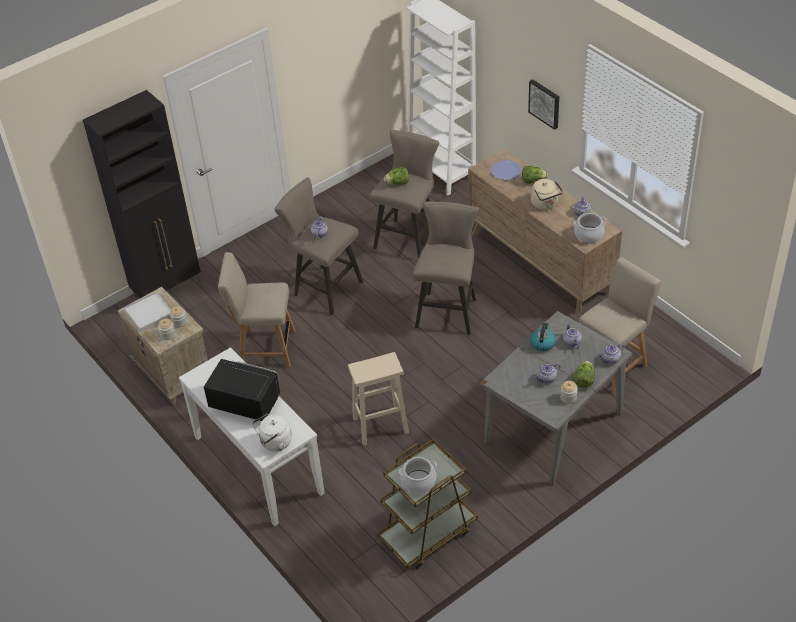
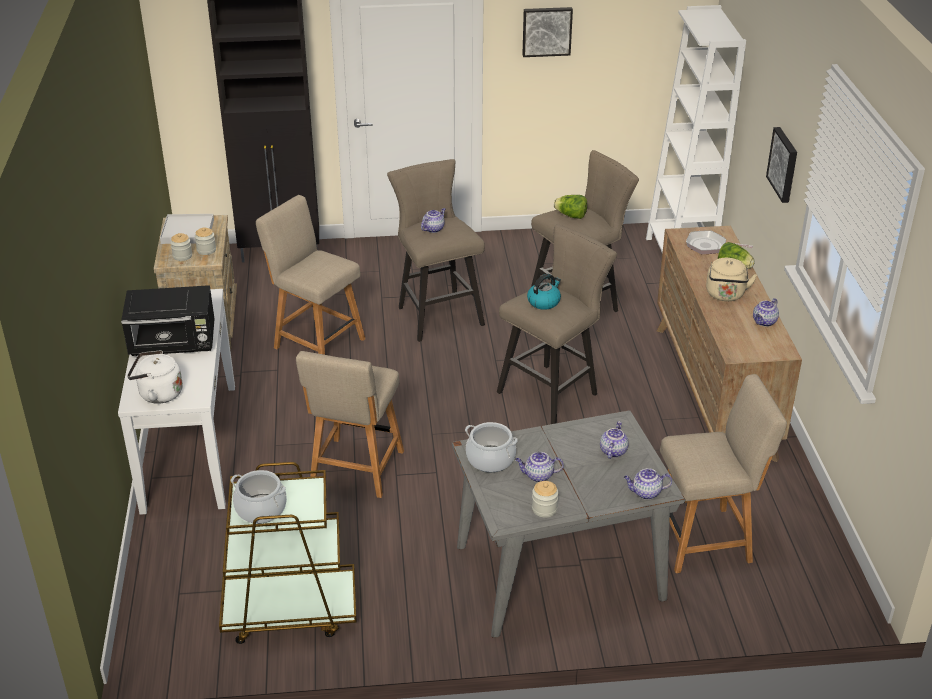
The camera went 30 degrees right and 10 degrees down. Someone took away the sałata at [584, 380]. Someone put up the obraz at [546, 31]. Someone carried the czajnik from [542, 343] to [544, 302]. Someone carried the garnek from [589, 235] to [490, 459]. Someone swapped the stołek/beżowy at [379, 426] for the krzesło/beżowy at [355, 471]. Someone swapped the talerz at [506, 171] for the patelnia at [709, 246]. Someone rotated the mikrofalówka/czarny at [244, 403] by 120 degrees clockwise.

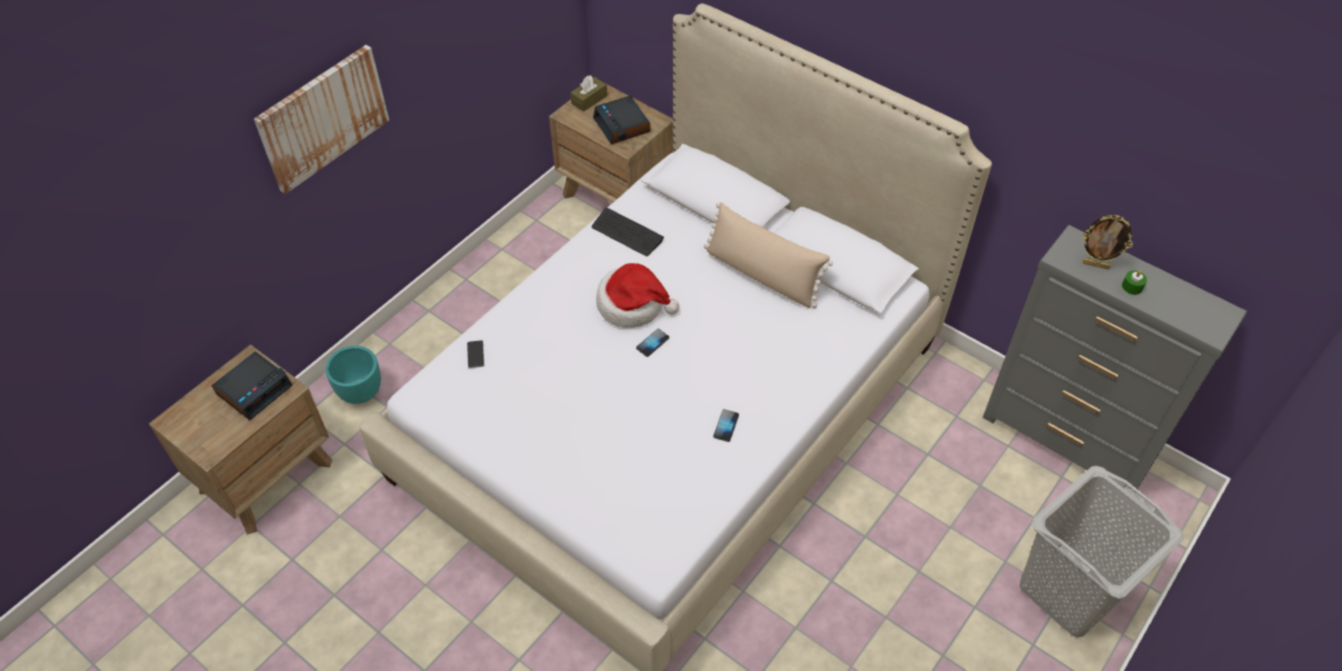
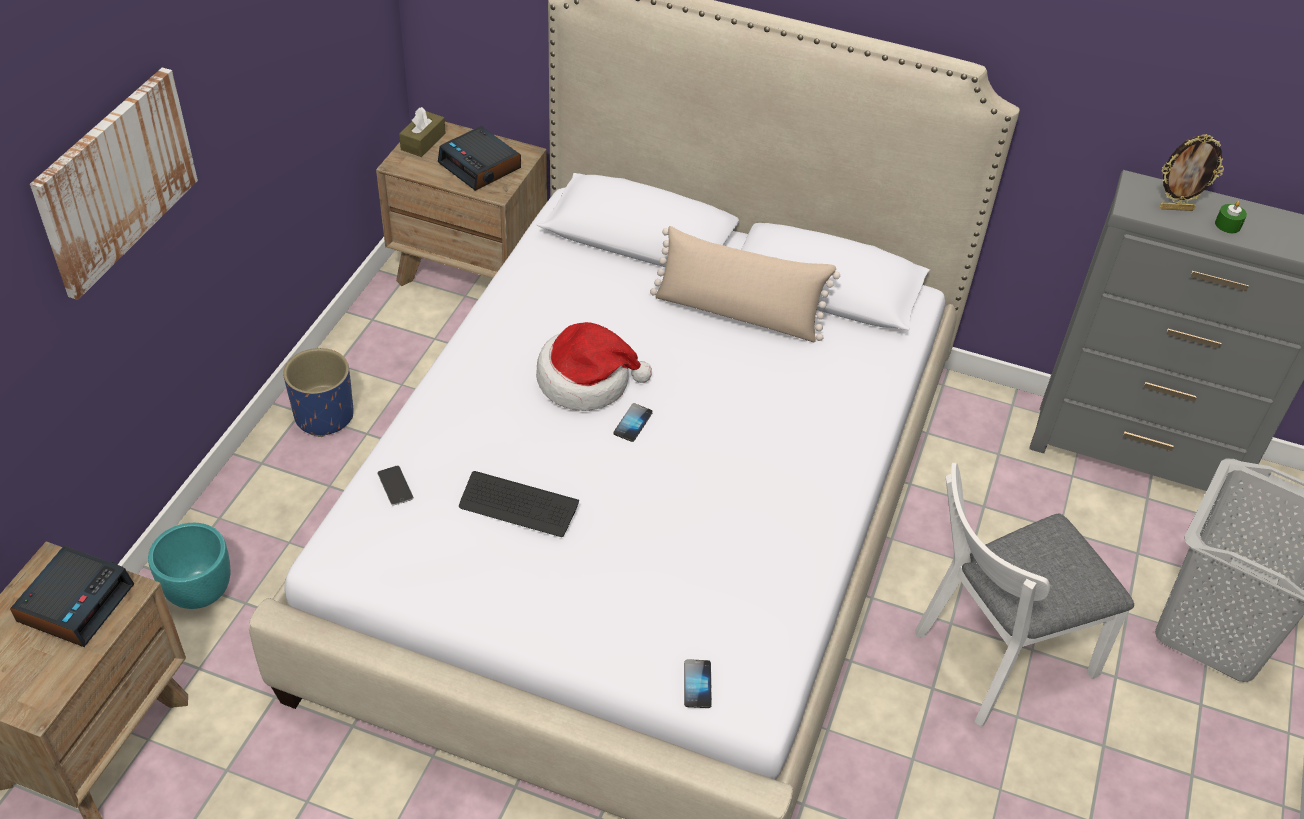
The camera went 20 degrees left and 5 degrees down. Someone put down the donica/niebieski at [324, 416]. Someone put down the krzesło/biały at [993, 659]. Someone carried the klawiatura from [627, 233] to [518, 506]. Someone carried the telefon from [726, 426] to [697, 684].

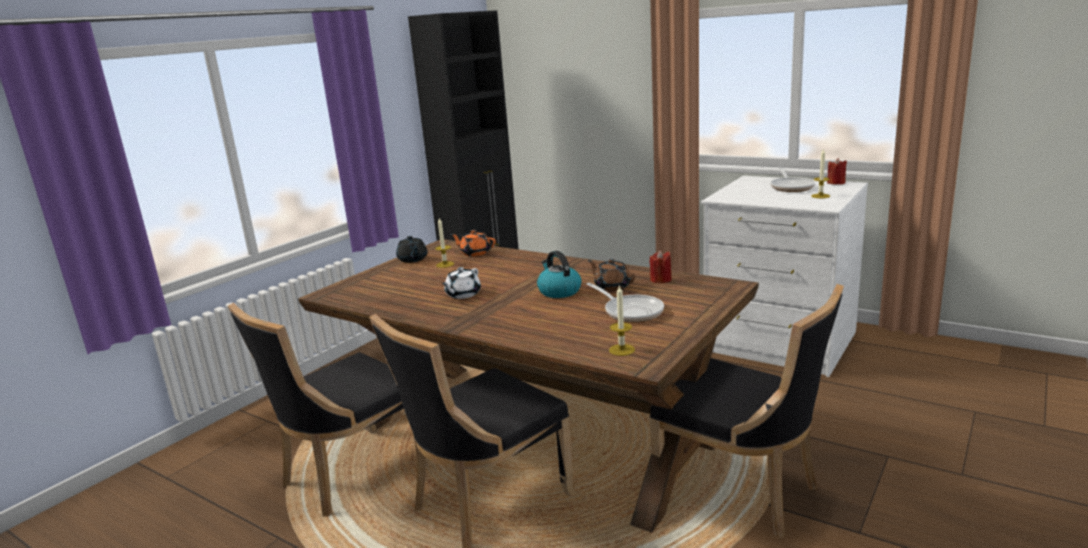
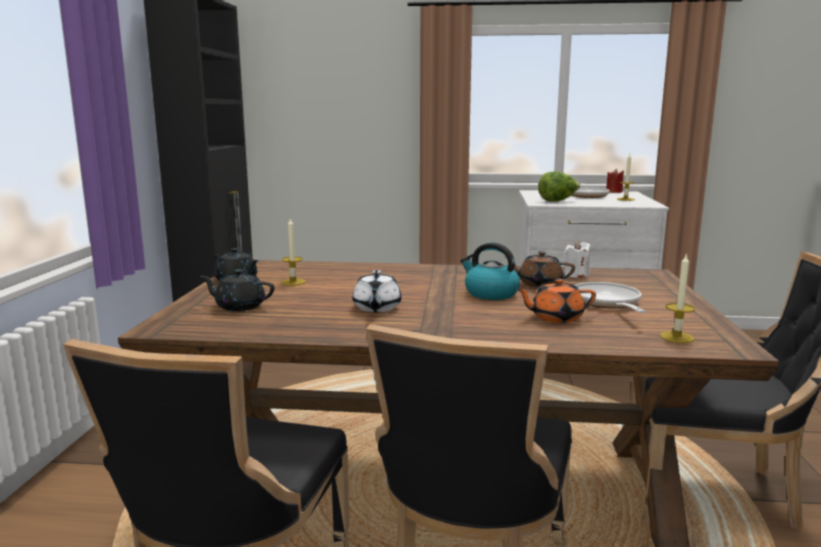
The camera went 30 degrees left and 5 degrees down. Someone put down the imbryk/czarny at [239, 306]. Someone put down the sałata at [558, 201]. Someone carried the imbryk/pomarańczowy from [475, 253] to [555, 318]. Someone repainted the świeca/czerwony at [660, 280], which became the świeca/biały at [576, 275]. Someone rotated the patelnia at [630, 311] by 120 degrees counterclockwise.

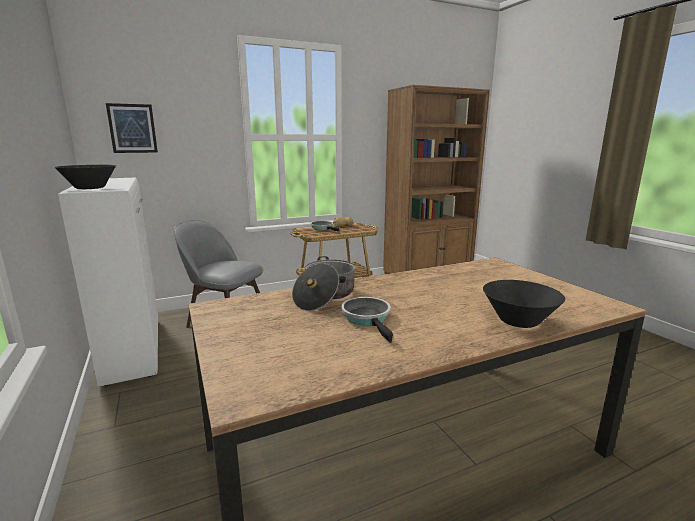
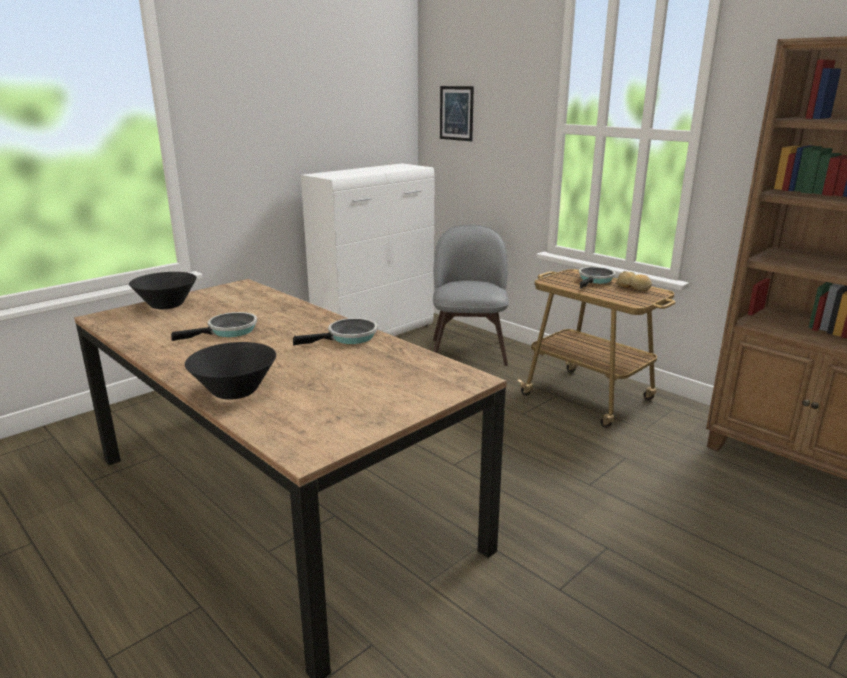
The camera went 70 degrees right and 5 degrees up. Someone took away the garnek at [325, 296]. Someone put down the patelnia at [348, 337]. Someone carried the miska/czarny from [90, 188] to [167, 305].

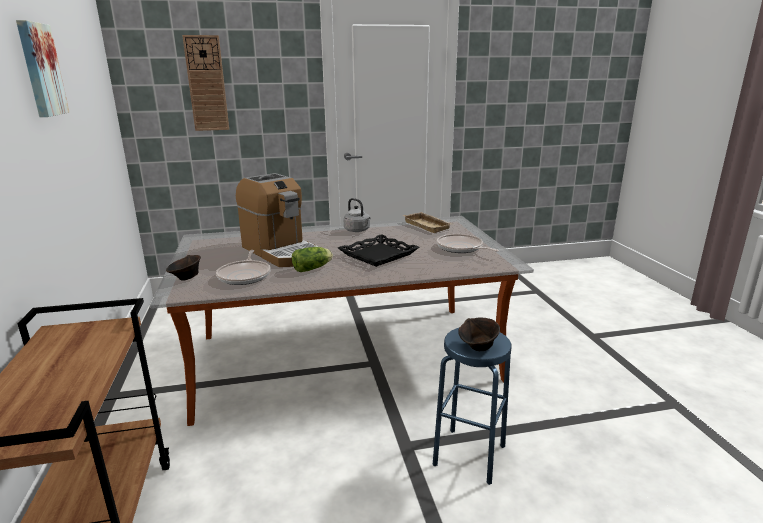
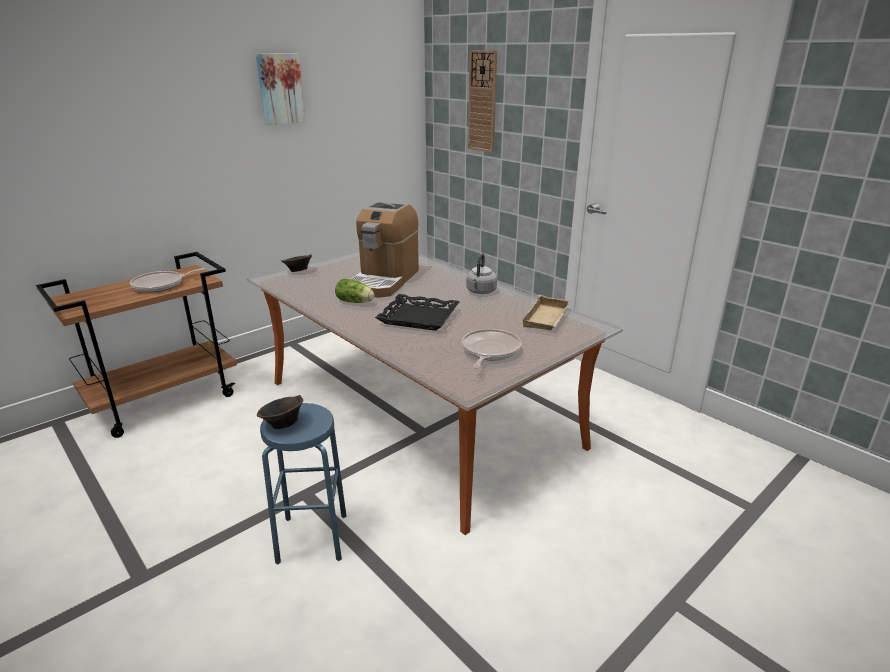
The camera went 60 degrees right and 5 degrees up. Someone carried the patelnia from [245, 275] to [161, 285].

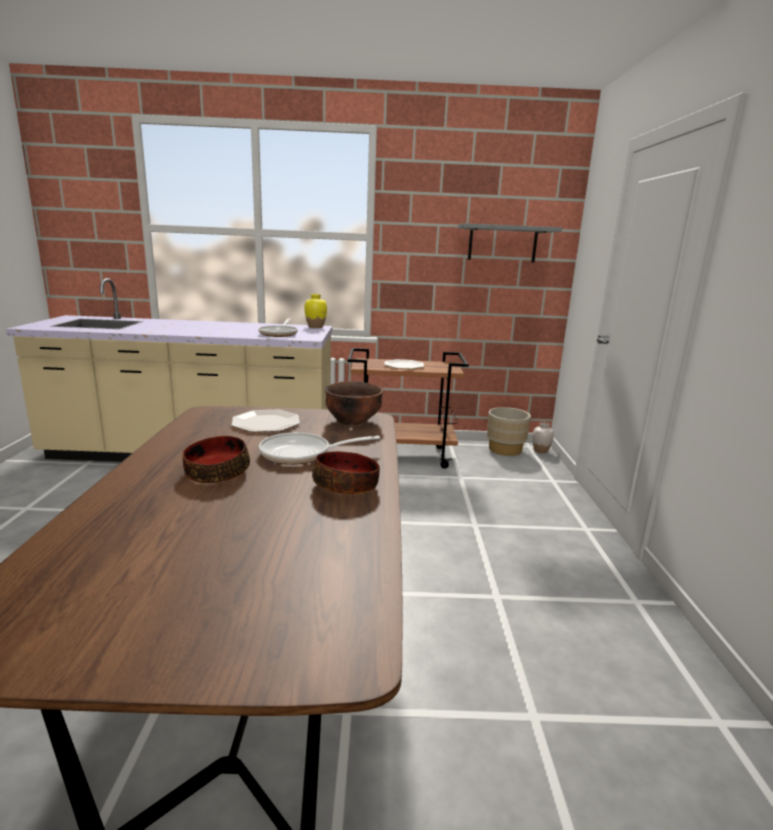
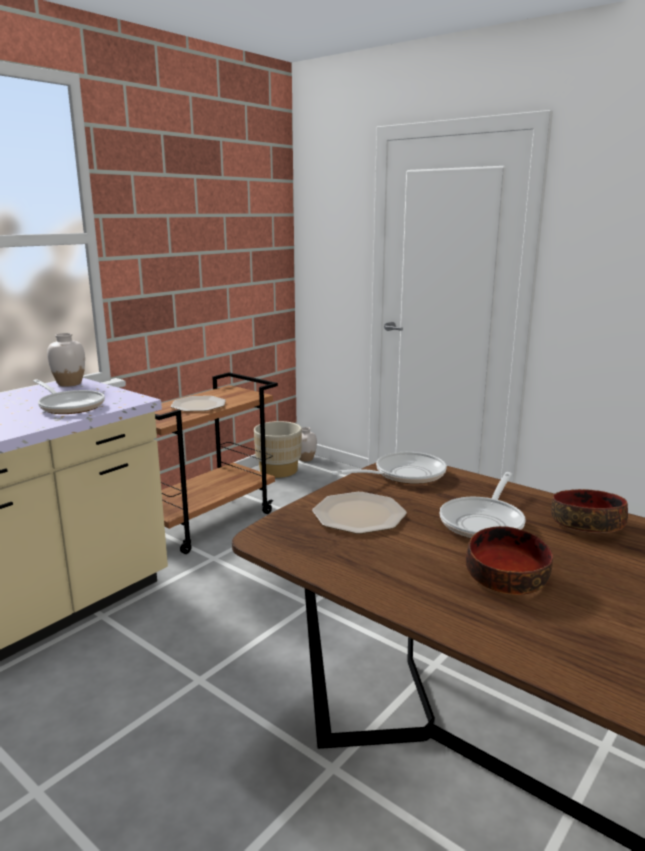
The camera went 50 degrees left and 0 degrees up. Someone took away the półka/szary at [502, 243]. Someone swapped the miska/brązowy at [352, 421] for the patelnia at [404, 475]. Someone repainted the wazon/żółty at [315, 327], which became the wazon/biały at [69, 383].

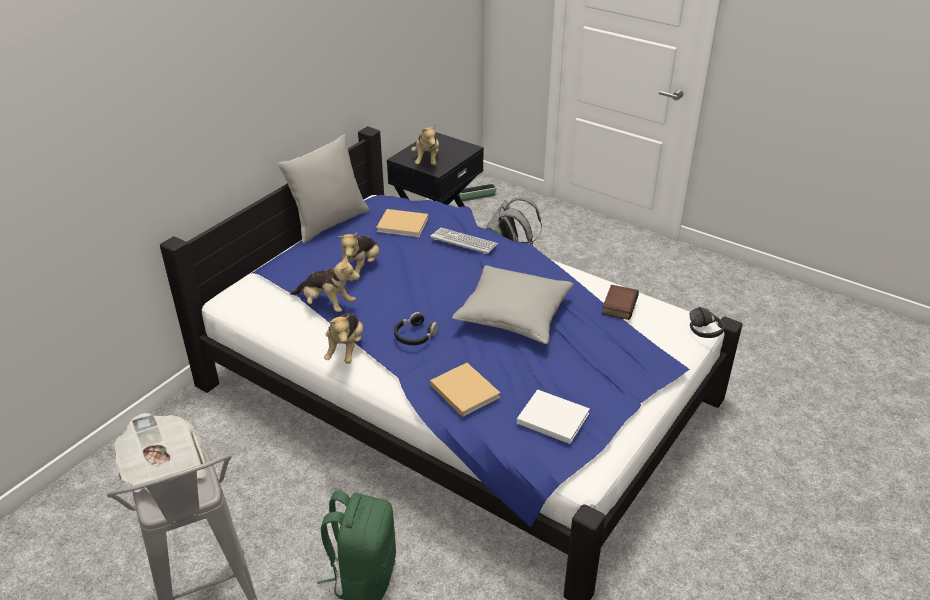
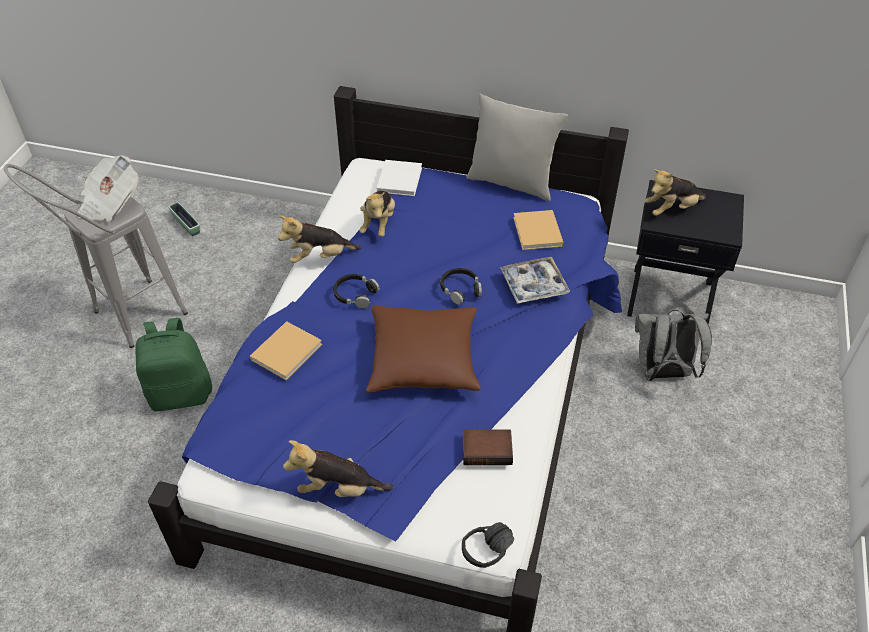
The camera went 70 degrees right and 10 degrees up. Someone put down the słuchawki/czarny at [460, 289]. Someone carried the pluszak from [361, 268] to [339, 488]. Someone carried the donica from [477, 197] to [186, 224]. Someone carried the książka/biały from [551, 417] to [400, 178]. Someone swapped the klawiatura at [464, 241] for the taca at [533, 285]. Someone repainted the poduszka/szary at [513, 315], which became the poduszka/brązowy at [423, 360].

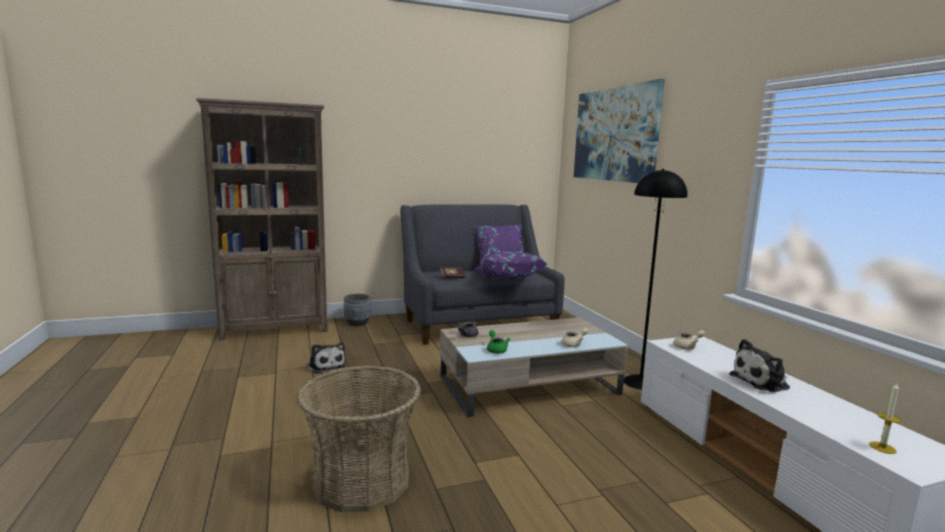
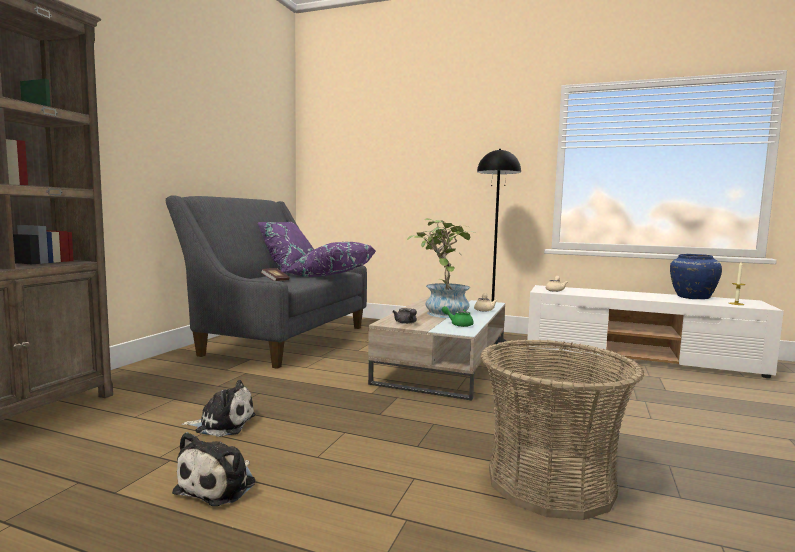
The camera went 50 degrees left and 5 degrees down. Someone took away the donica/szary at [357, 323]. Someone took away the obraz at [614, 134]. Someone put down the roślina doniczkowa at [441, 312]. Someone put down the wazon/niebieski at [691, 297]. Someone carried the pluszak from [762, 382] to [220, 486].

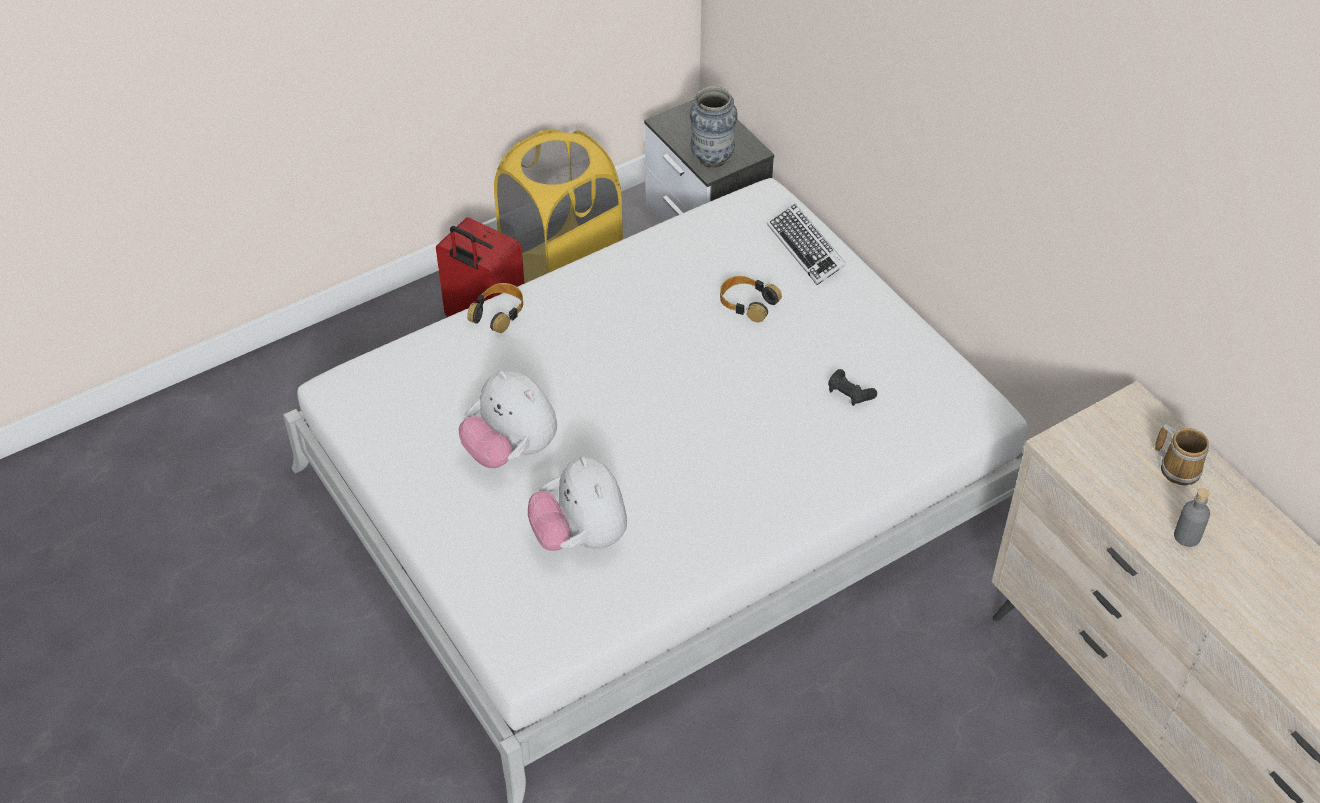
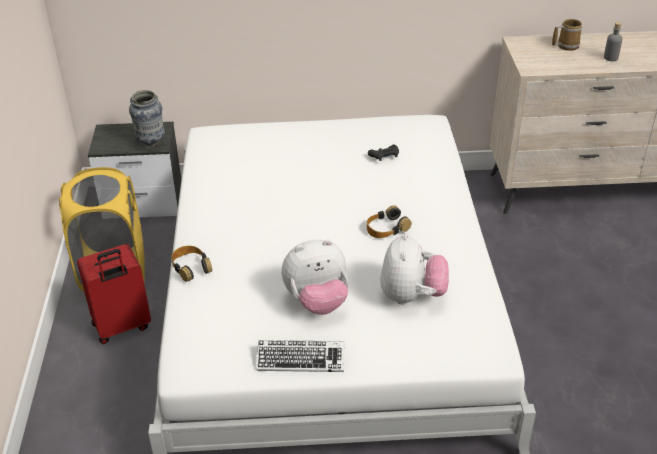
The camera went 60 degrees left and 10 degrees down. Someone carried the słuchawki from [747, 303] to [386, 228]. Someone carried the klawiatura from [806, 249] to [300, 360]. Someone rotated the pluszak at [580, 536] by 90 degrees counterclockwise.

